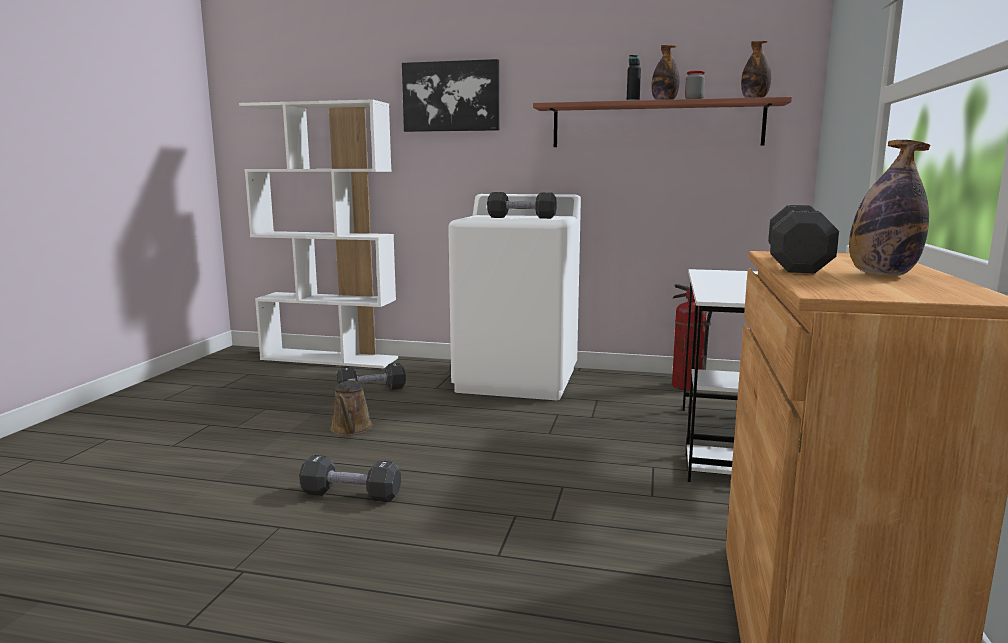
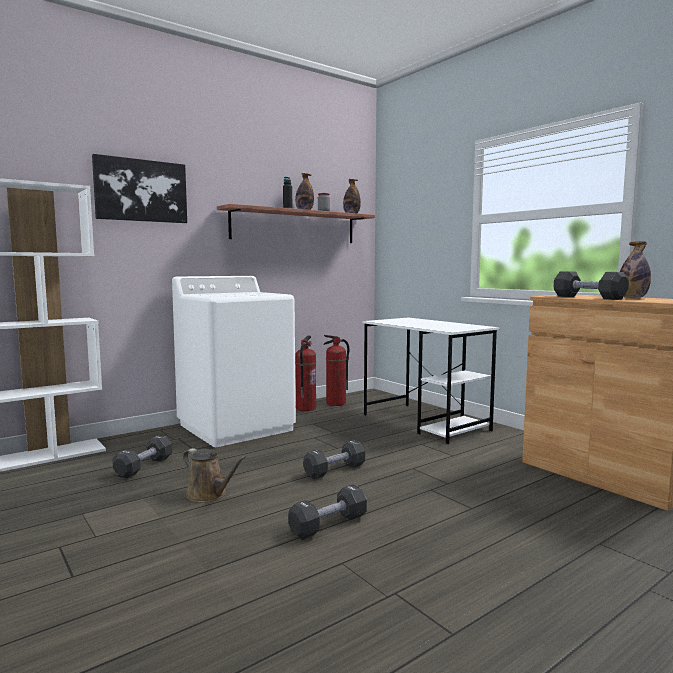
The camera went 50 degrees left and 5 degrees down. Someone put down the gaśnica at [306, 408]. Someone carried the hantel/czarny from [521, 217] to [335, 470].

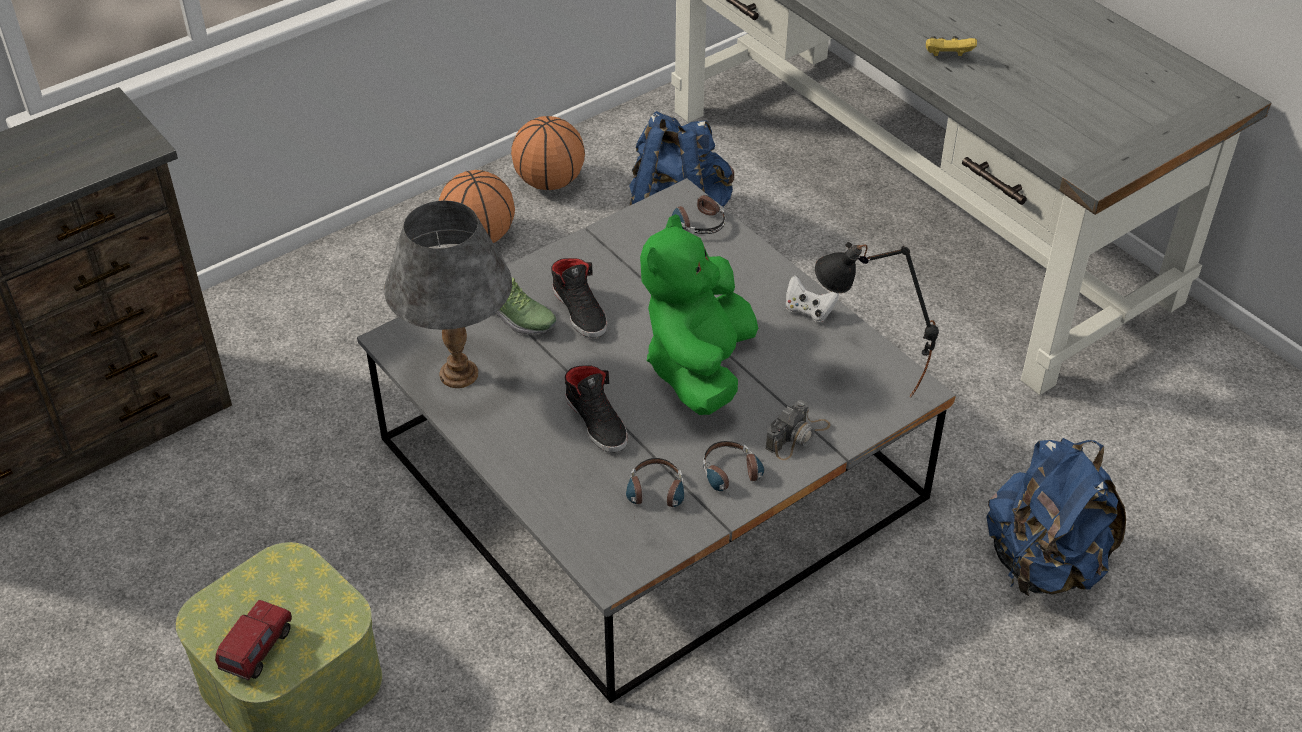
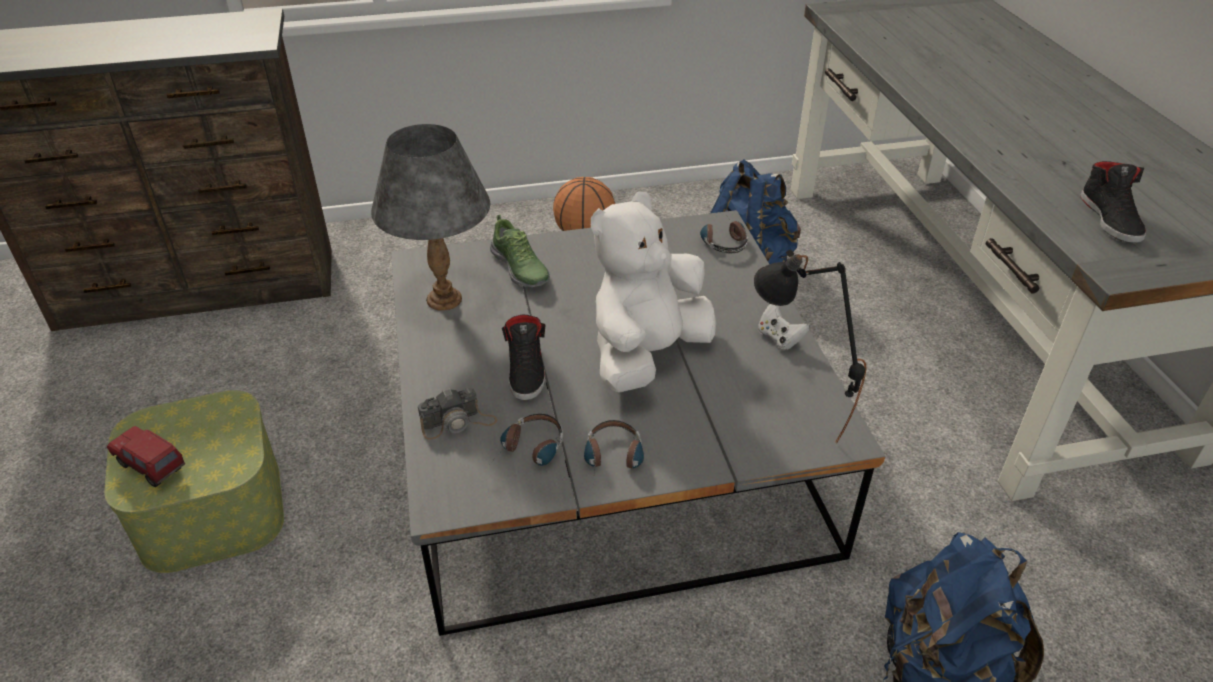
The camera went 25 degrees right and 5 degrees down. Someone took away the piłka do koszykówki at [549, 182]. Someone took away the pad do gier/żółty at [947, 57]. Someone carried the but/czarny from [580, 311] to [1111, 219]. Someone carried the aparat fotograficzny from [797, 436] to [458, 423]. Someone repainted the pluszak/zielony at [699, 368], which became the pluszak/biały at [647, 355]. Someone rotated the ciężarówka zabawkowa at [258, 651] by 105 degrees counterclockwise.

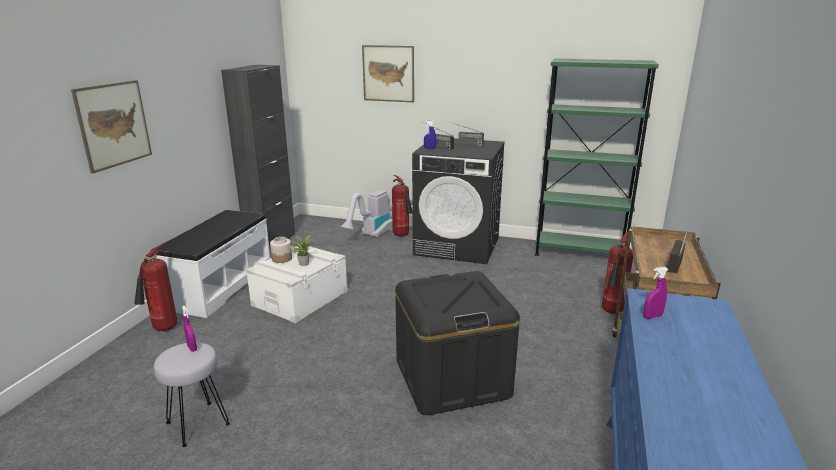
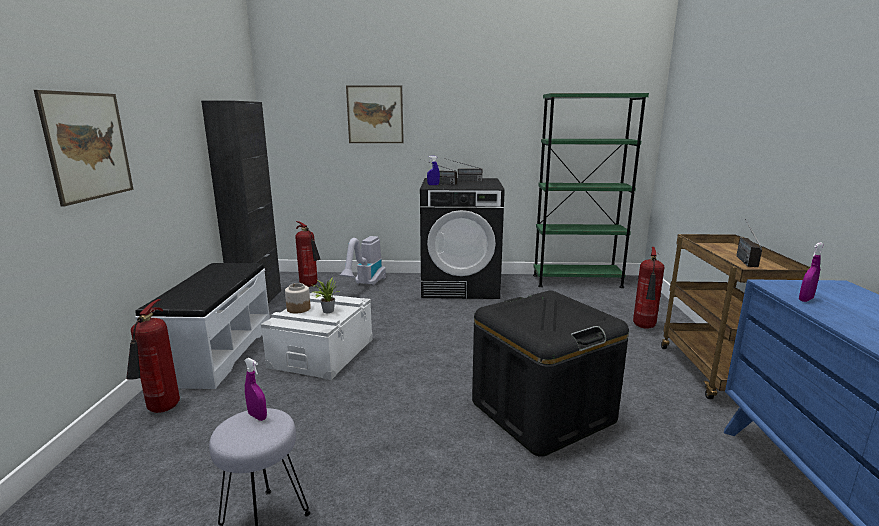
The camera went 15 degrees left and 5 degrees down. Someone carried the gaśnica from [402, 235] to [310, 286].

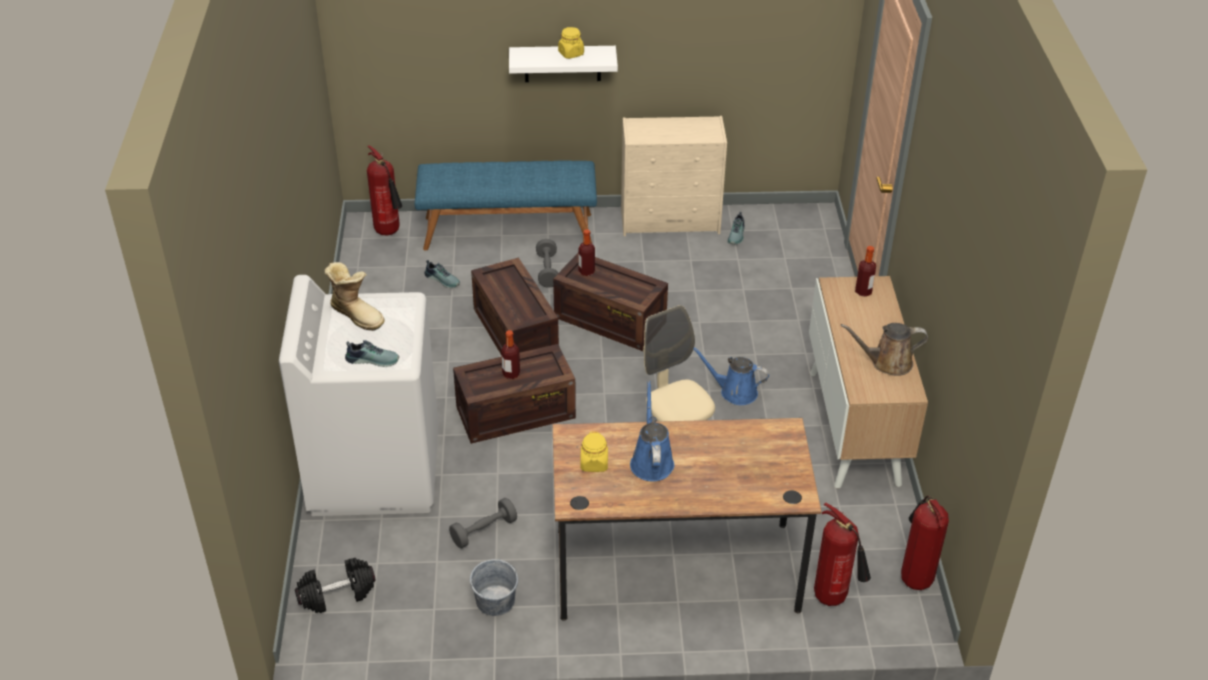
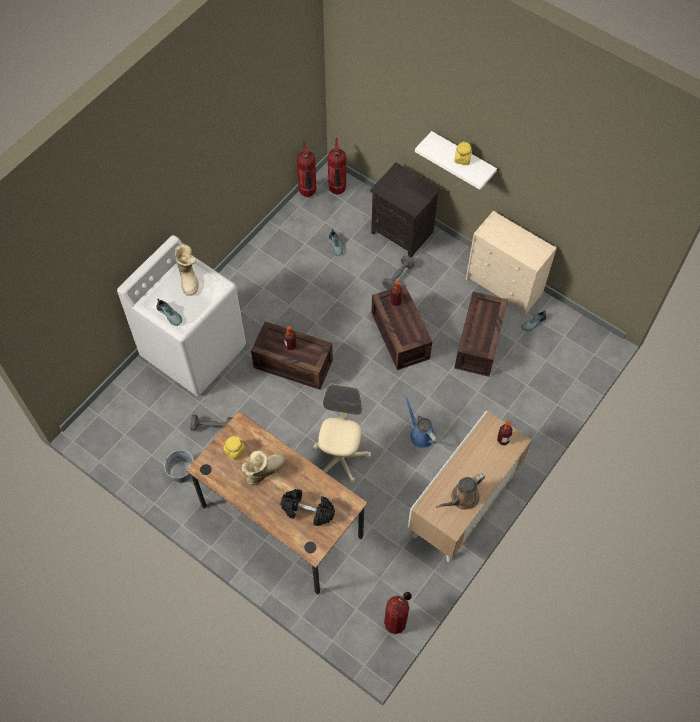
The camera went 40 degrees right and 20 degrees up. Someone carried the hantel/czarny from [337, 595] to [307, 511]. Someone carried the skrzynka from [517, 333] to [479, 343]. Someone carried the gaśnica from [834, 599] to [308, 194]. Someone swapped the ławka/niebieski at [508, 230] for the szafka nocna/czarny at [403, 232]. Someone swapped the konewka/niebieski at [651, 461] for the but z cholewką at [263, 471]. Someone rotated the konewka/brązowy at [887, 362] by 75 degrees counterclockwise.

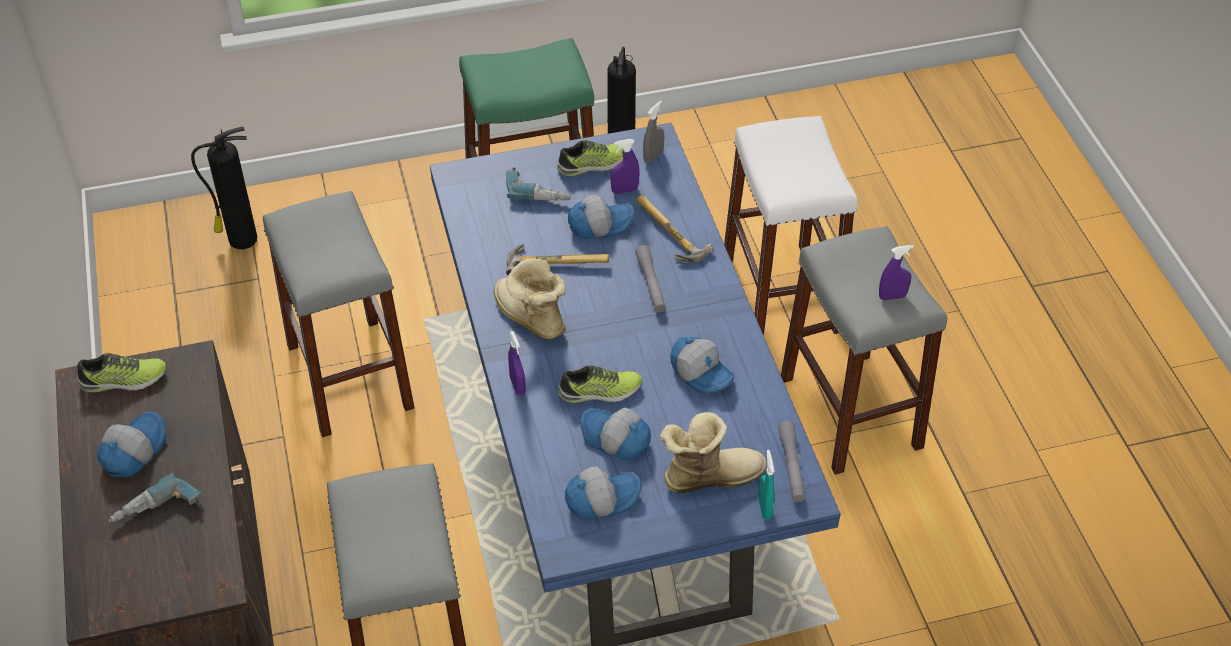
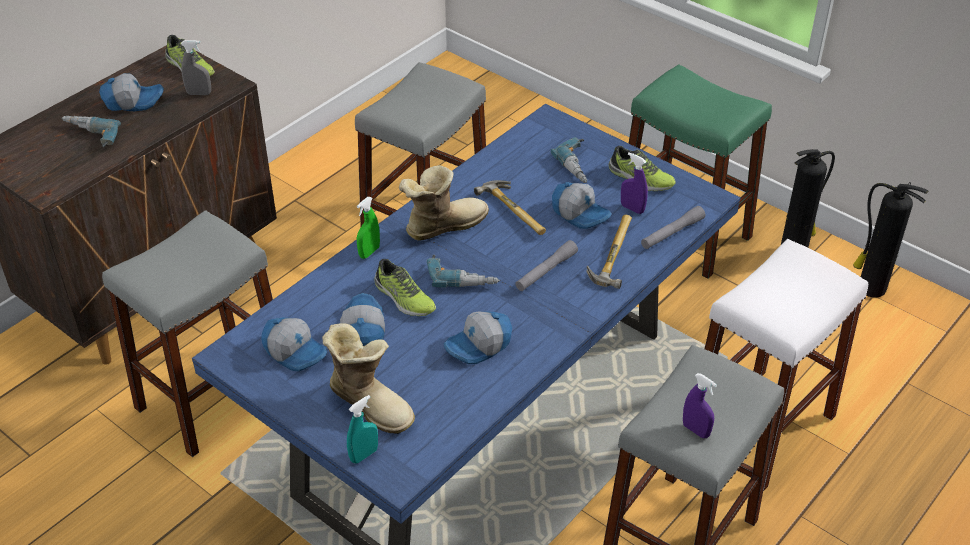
The camera went 55 degrees right and 5 degrees down. Someone put down the wiertarka at [463, 277]. Someone carried the gaśnica from [241, 240] to [870, 287]. Someone carried the spryskiwacz/szary from [653, 156] to [199, 93]. Someone carried the latarka/szary from [791, 466] to [672, 233]. Someone repainted the spryskiwacz/fioletowy at [517, 386], which became the spryskiwacz/zielony at [369, 252]. Someone rotated the but z cholewką at [529, 318] by 45 degrees clockwise. Someone rotated the czapka z daszkiem at [702, 372] by 45 degrees clockwise.

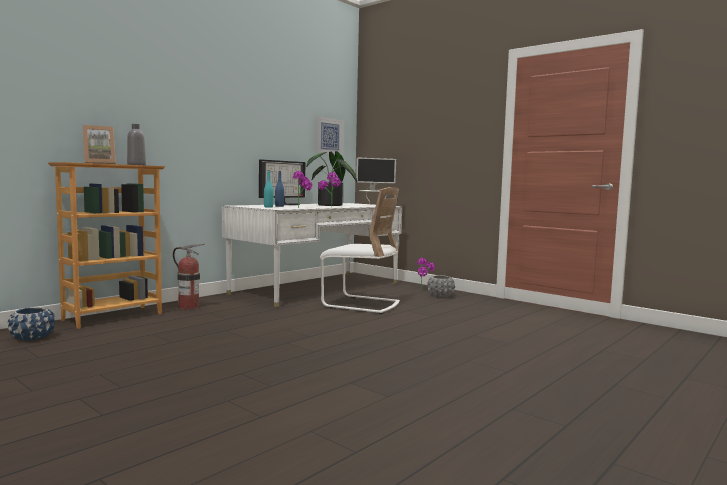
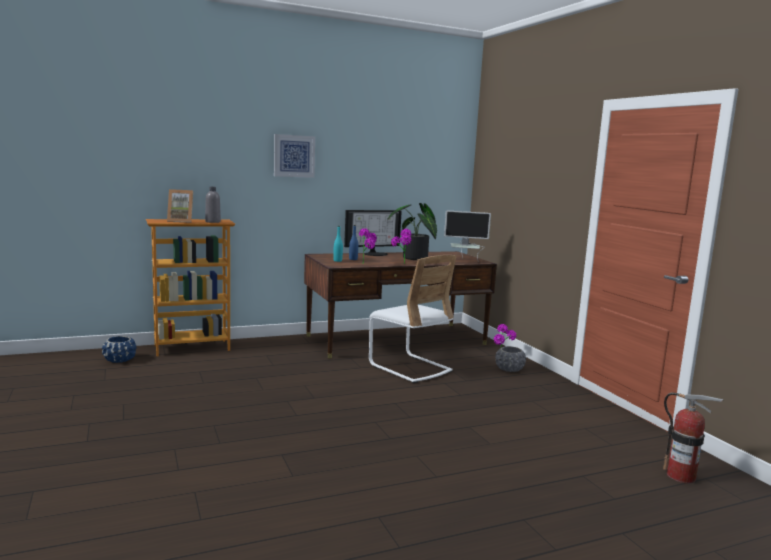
The camera went 25 degrees right and 5 degrees up. Someone carried the gaśnica from [189, 307] to [681, 476]. Someone carried the obraz from [328, 136] to [294, 156]. Someone repainted the biurko/biały at [317, 288], which became the biurko/brązowy at [396, 340].

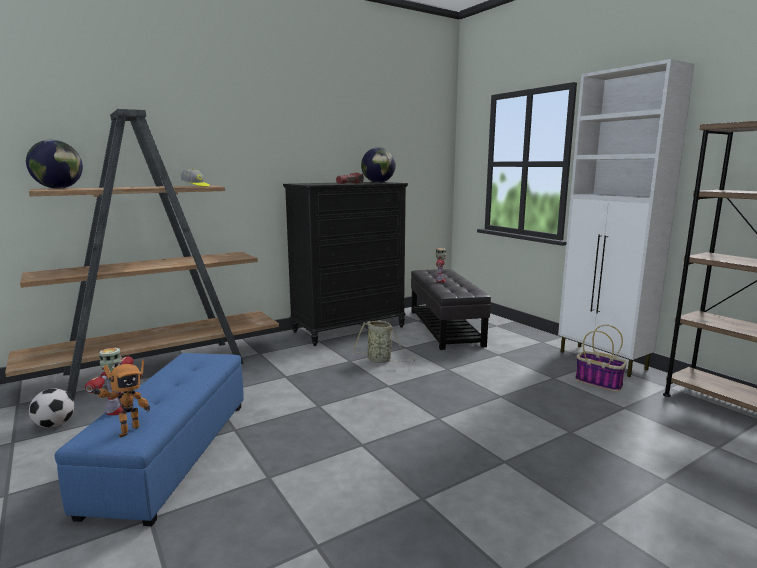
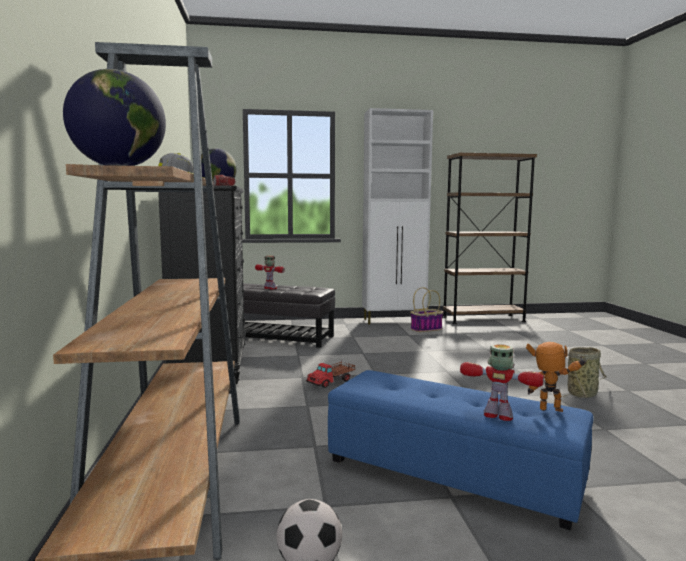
The camera went 65 degrees left and 5 degrees down. Someone put down the ciężarówka zabawkowa at [332, 381]. Someone carried the koszyk from [381, 360] to [583, 394]. Someone rotated the robot zabawkowy at [127, 431] by 45 degrees counterclockwise.

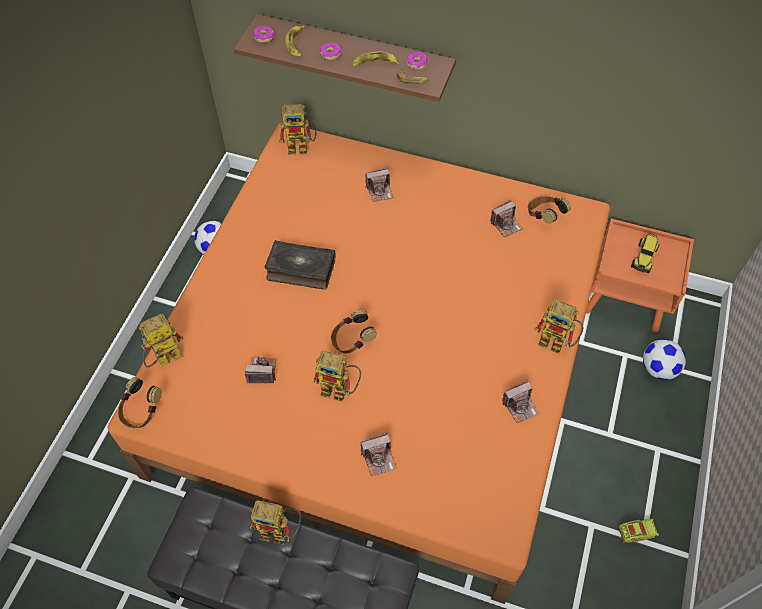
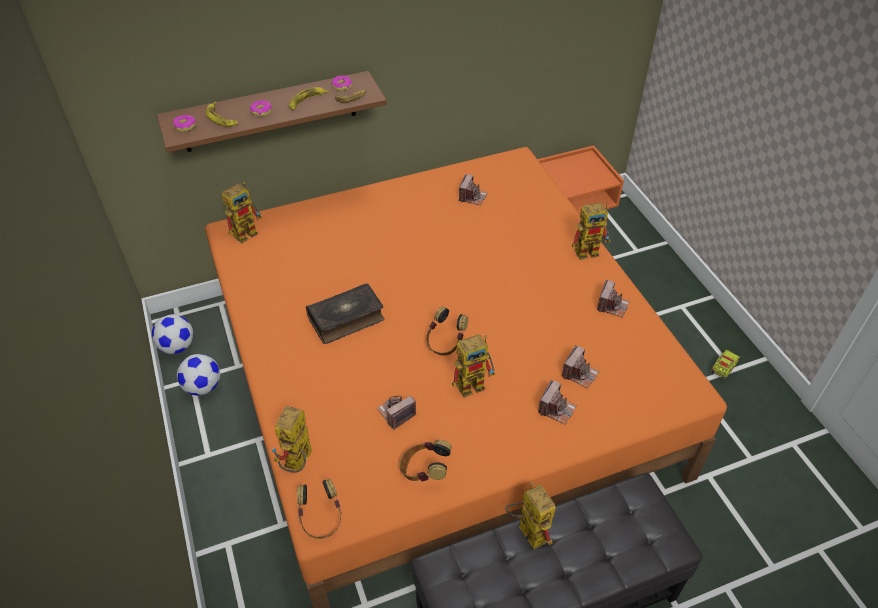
The camera went 40 degrees left and 10 degrees down. Someone took away the ciężarówka zabawkowa at [644, 257]. Someone carried the aparat fotograficzny from [380, 191] to [579, 373]. Someone carried the słuchawki from [544, 216] to [424, 470]. Someone carried the piłka futbolowa from [658, 369] to [177, 346]. Someone rotated the robot zabawkowy at [281, 531] by 90 degrees counterclockwise.

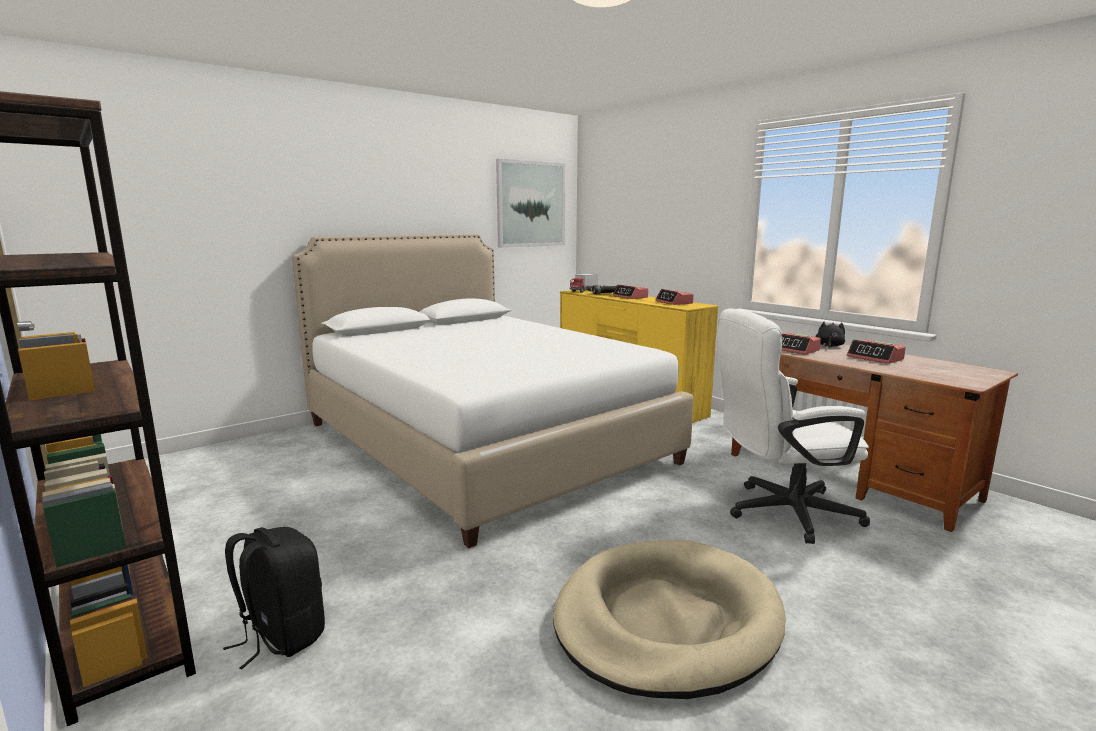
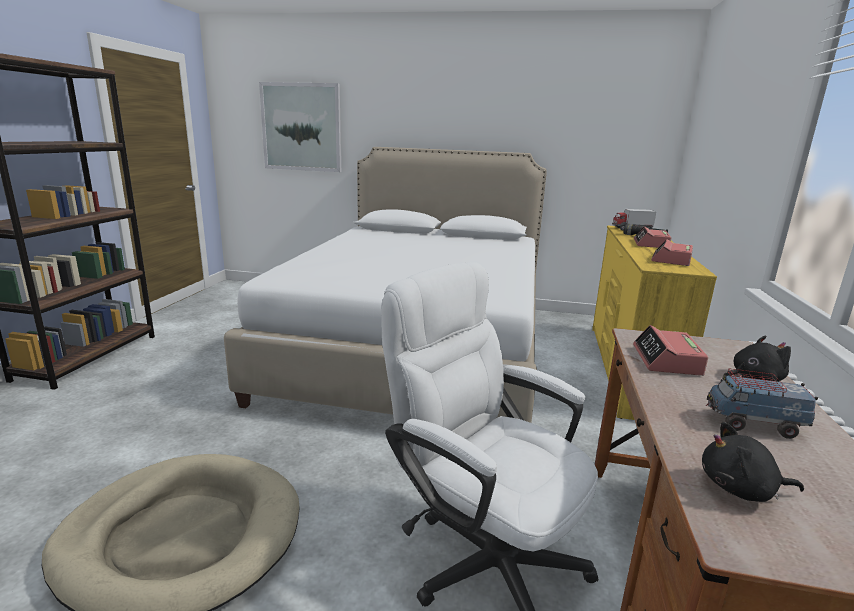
The camera went 50 degrees right and 5 degrees up. Someone took away the plecak/czarny at [281, 636]. Someone put down the pluszak/czarny at [741, 489]. Someone carried the obraz from [531, 204] to [301, 127]. Someone swapped the budzik at [875, 358] for the ciężarówka zabawkowa at [753, 424].

